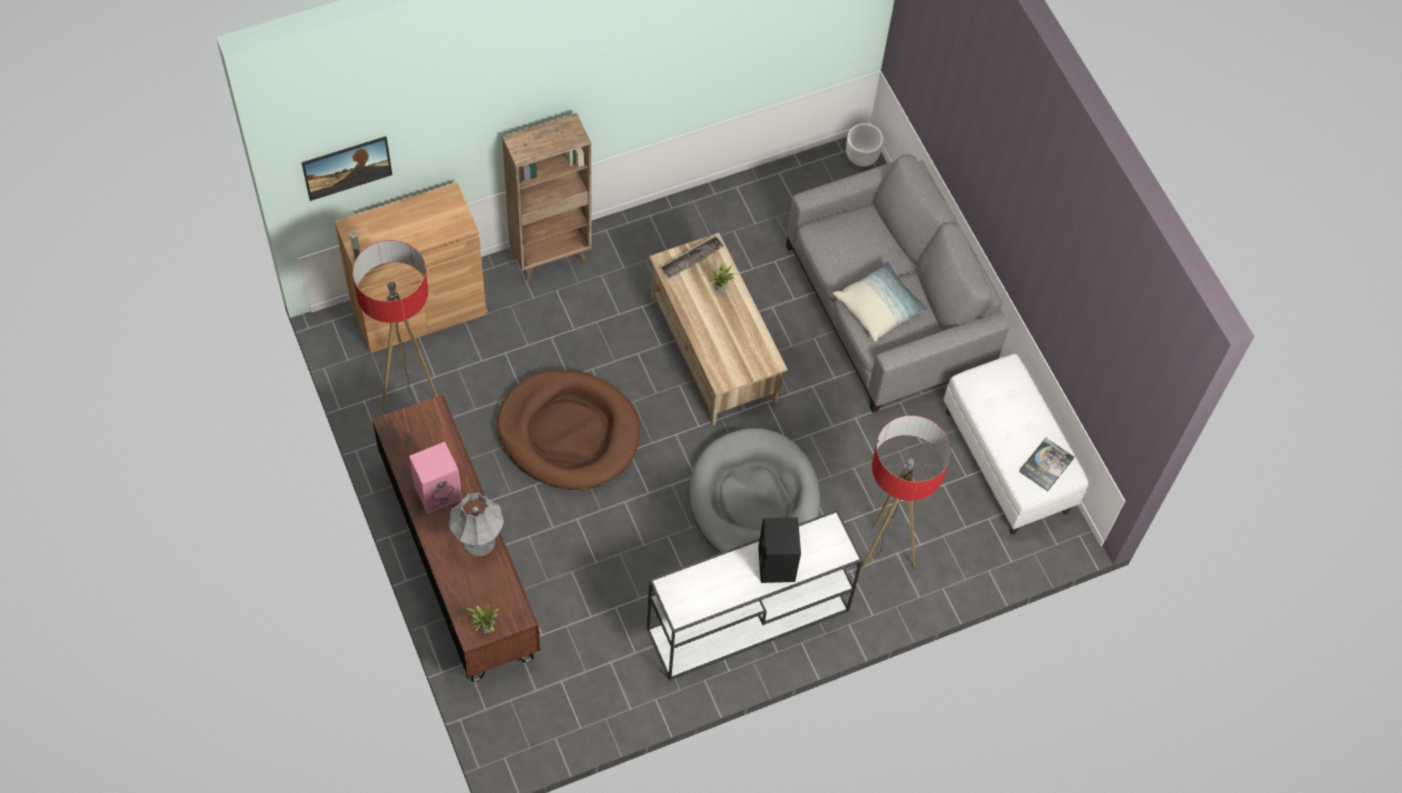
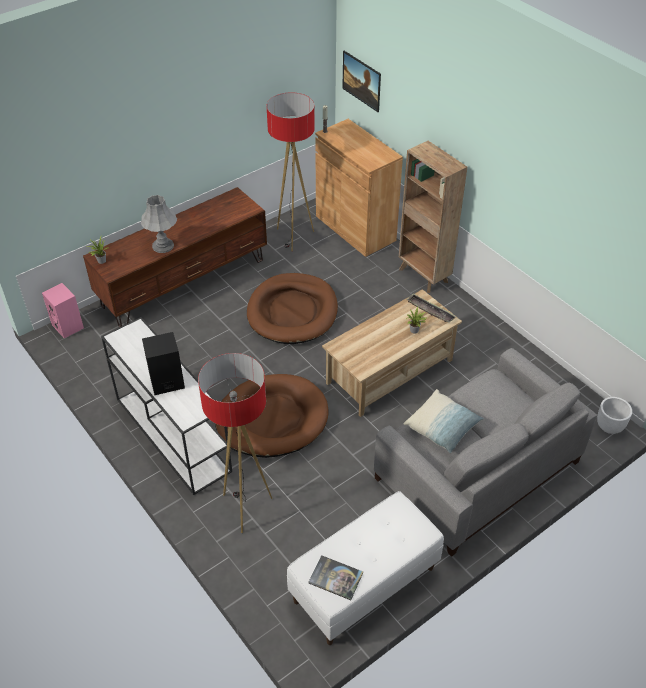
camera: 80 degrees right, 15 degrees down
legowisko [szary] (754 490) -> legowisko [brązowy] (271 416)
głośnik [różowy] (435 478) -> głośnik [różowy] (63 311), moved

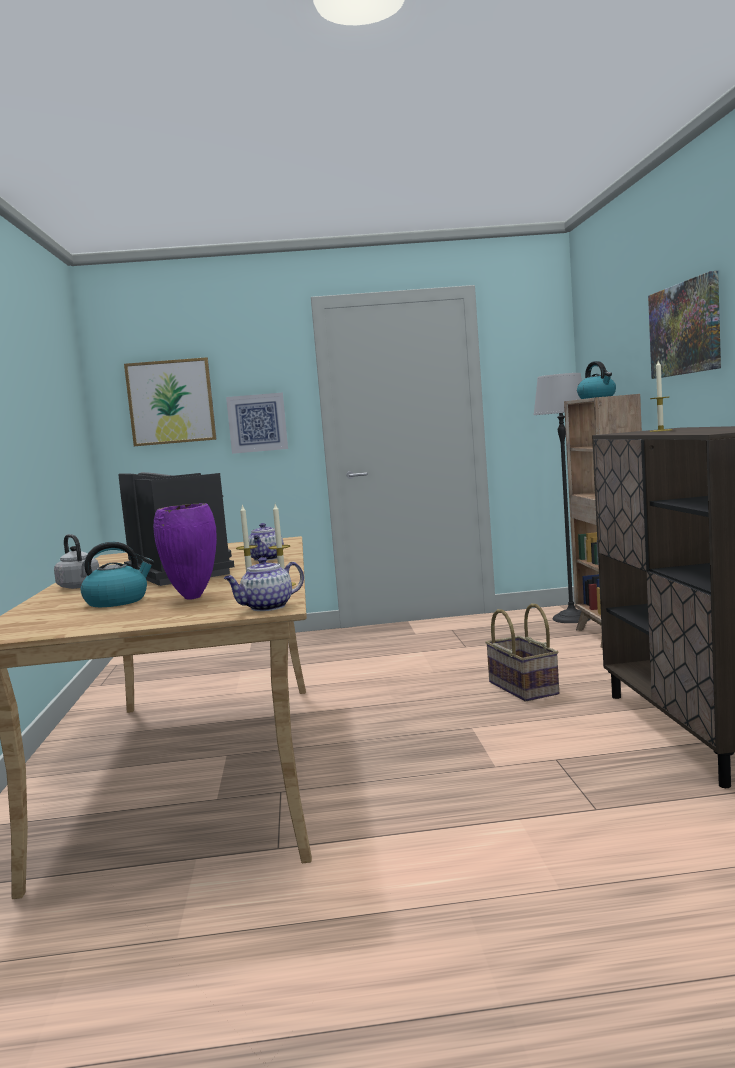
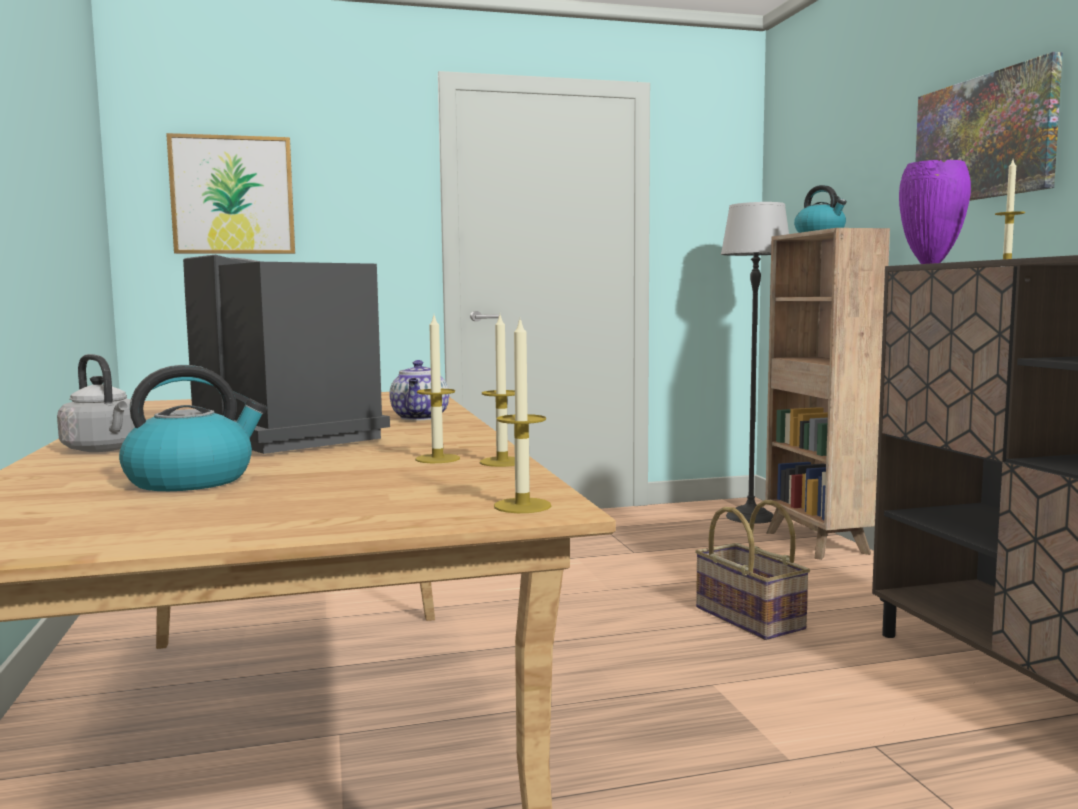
camera: 10 degrees left, 0 degrees up
obraz (257 423) -> none
wazon [fioletowy] (185 551) -> wazon [fioletowy] (935 212), moved
imbryk (264 584) -> świeca (522 416)

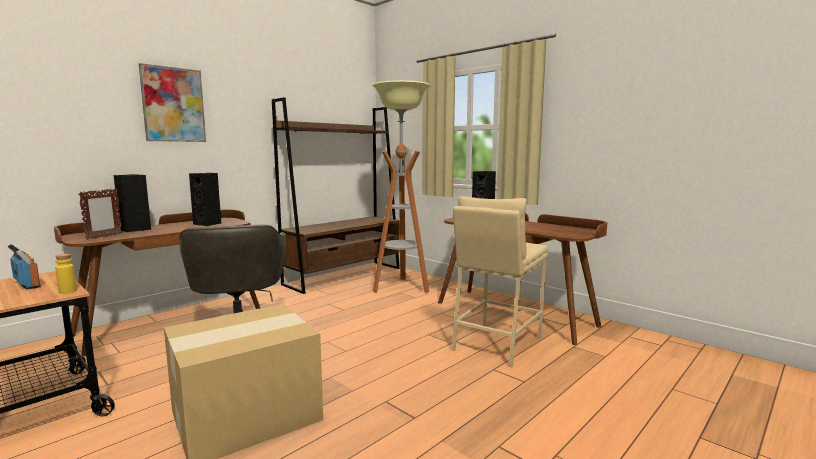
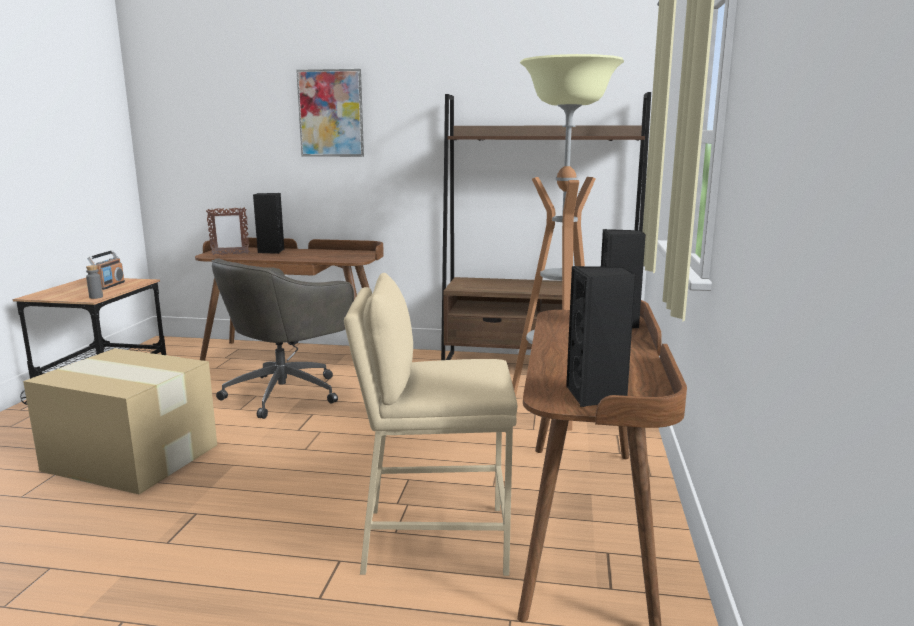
camera: 55 degrees right, 5 degrees up
głośnik [czarny] (205 199) -> głośnik [czarny] (601 336), moved
butelka [żółty] (66 274) -> butelka [szary] (94 282)

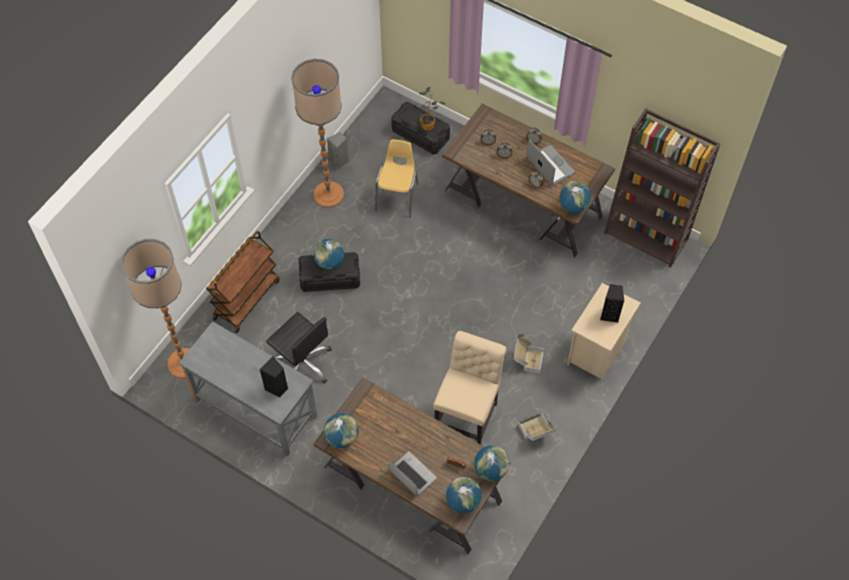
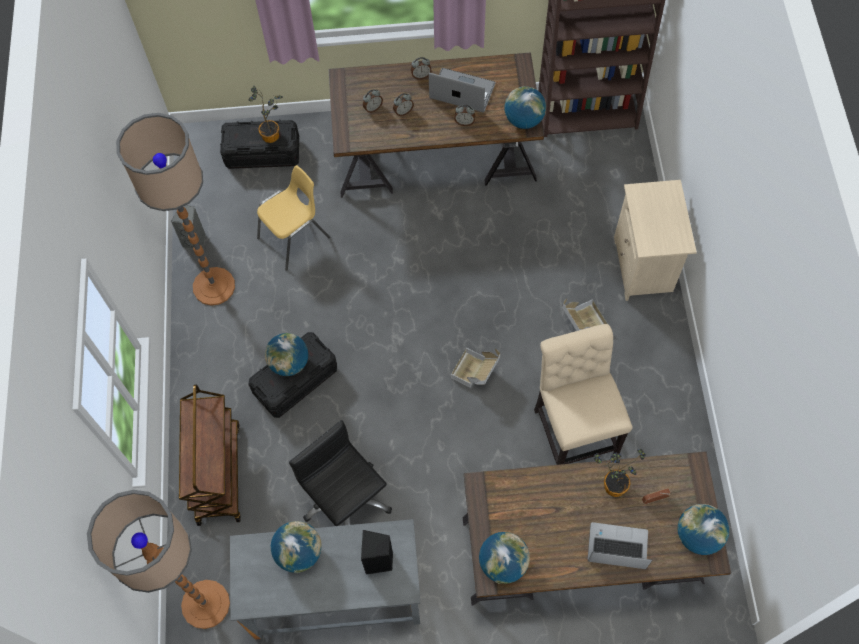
camera: 35 degrees left, 5 degrees up
krzesło [żółty] (396 178) -> krzesło [żółty] (293 218), 75 degrees clockwise
głośnik [czarny] (612 303) -> none
krzesło biurowe [czarny] (299 347) -> krzesło biurowe [czarny] (340 473), 135 degrees counterclockwise
karton (537 427) -> karton (475 368), moved
globus (491 463) -> globus (296 547), moved
none -> roślina doniczkowa (620 473)

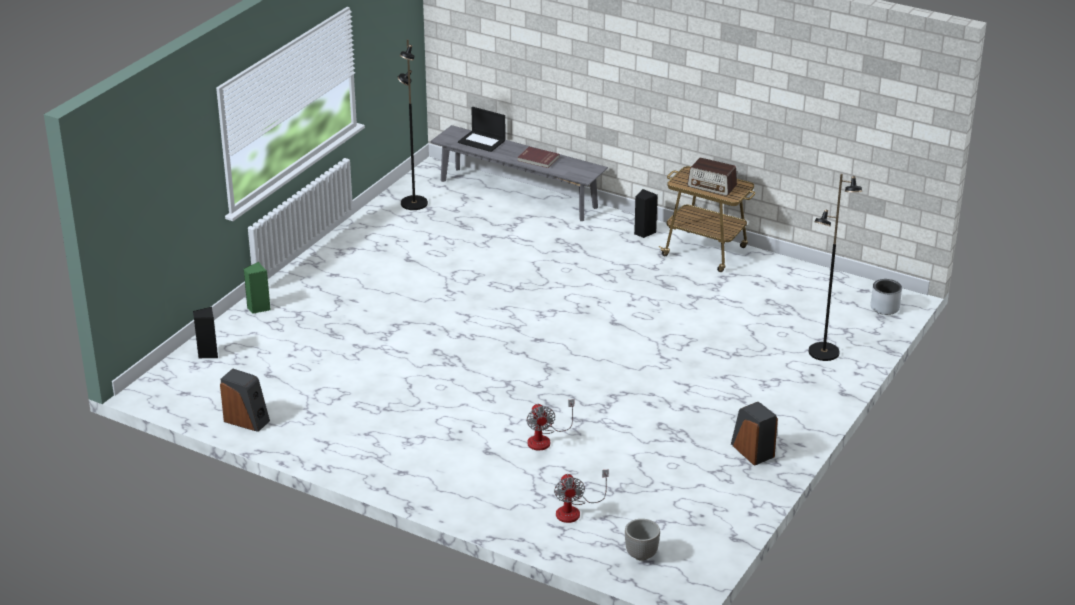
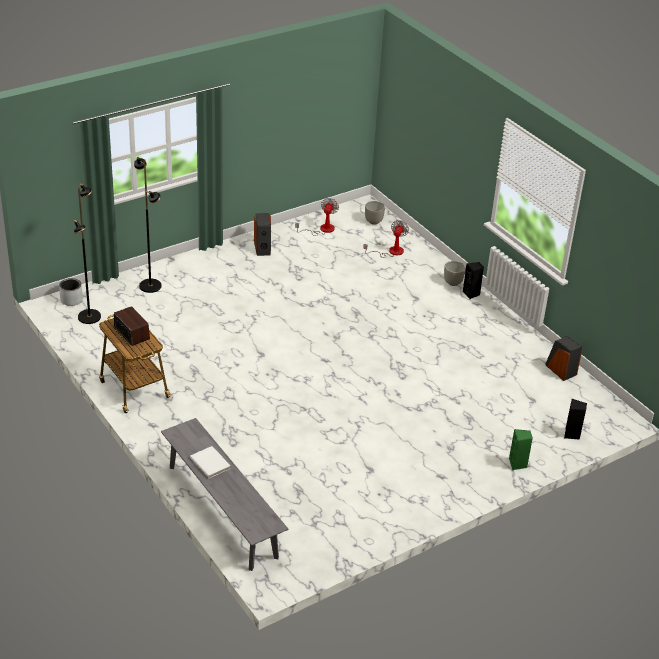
camera: 155 degrees left, 5 degrees up
lampa stojąca [czarny] (412 124) -> lampa stojąca [czarny] (87 253), moved
laptop (482 129) -> none
książka [czerwony] (538 157) -> książka [biały] (210 462)
głośnik [czarny] (646 213) -> głośnik [czarny] (473 280), moved
wentylator (550 424) -> wentylator (317 217), moved
none -> donica (455 273)

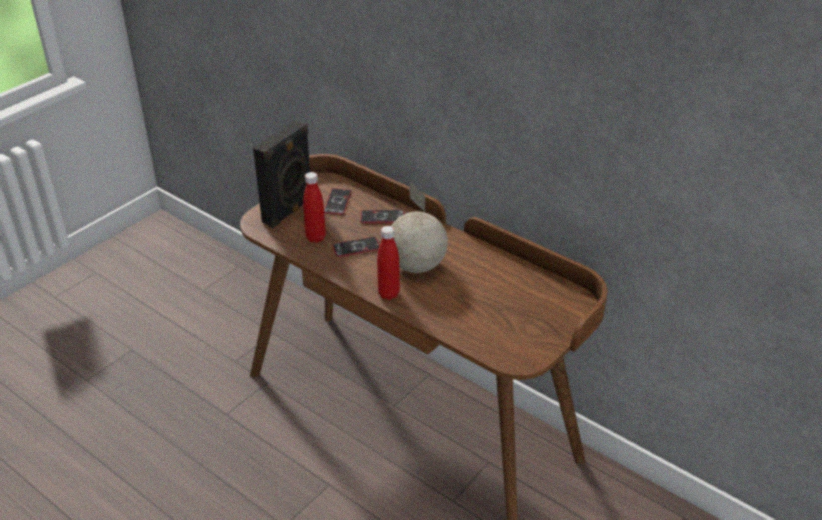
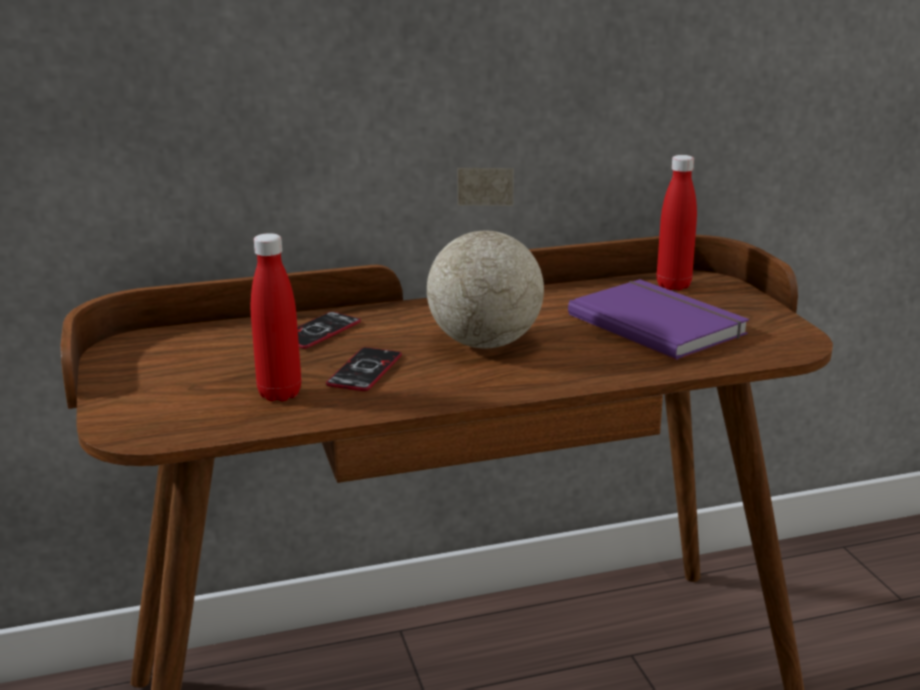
camera: 55 degrees left, 15 degrees down
głośnik [czarny] (281 174) -> none
telefon (337 202) -> none
butelka [czerwony] (388 263) -> butelka [czerwony] (677 223), moved
none -> książka [fioletowy] (658 319)

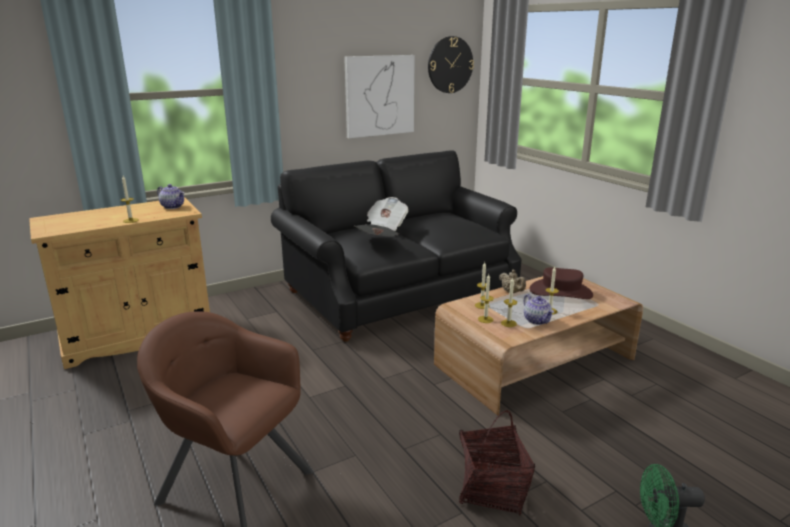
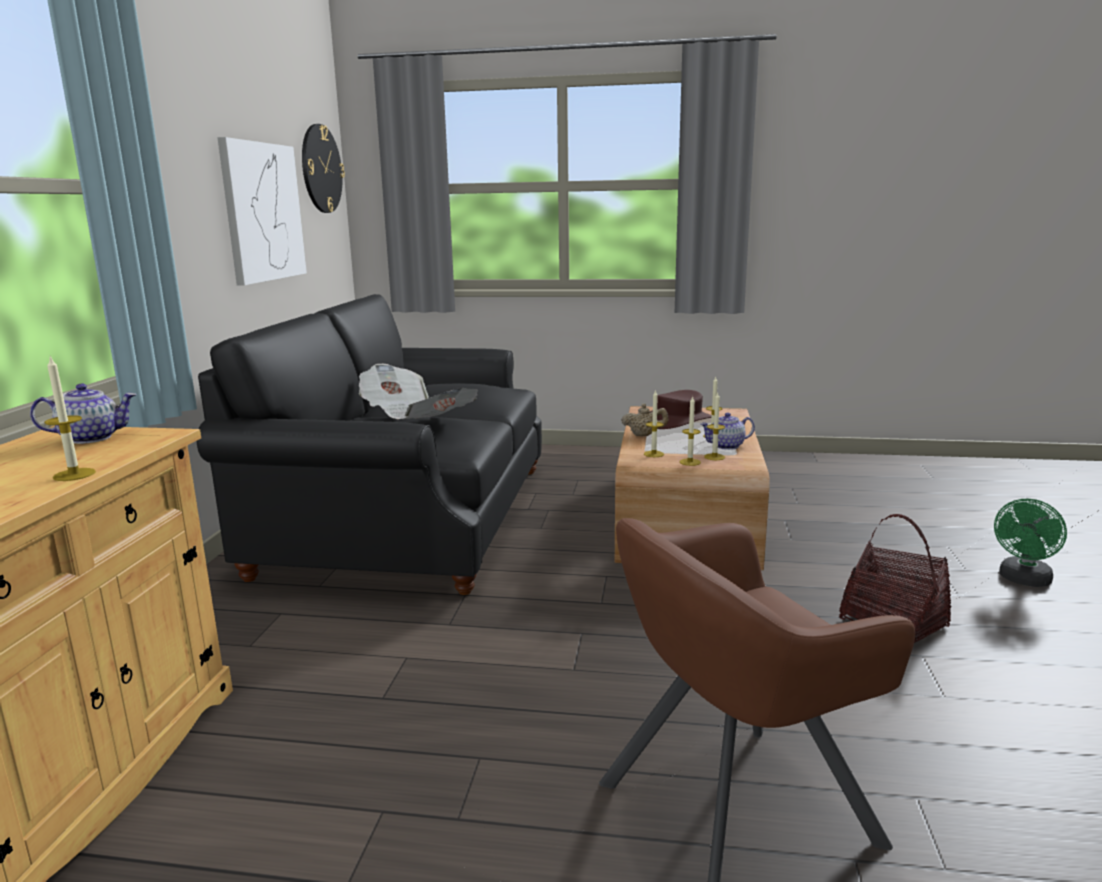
camera: 50 degrees left, 5 degrees down
imbryk (539 309) -> imbryk (728 431), 150 degrees clockwise

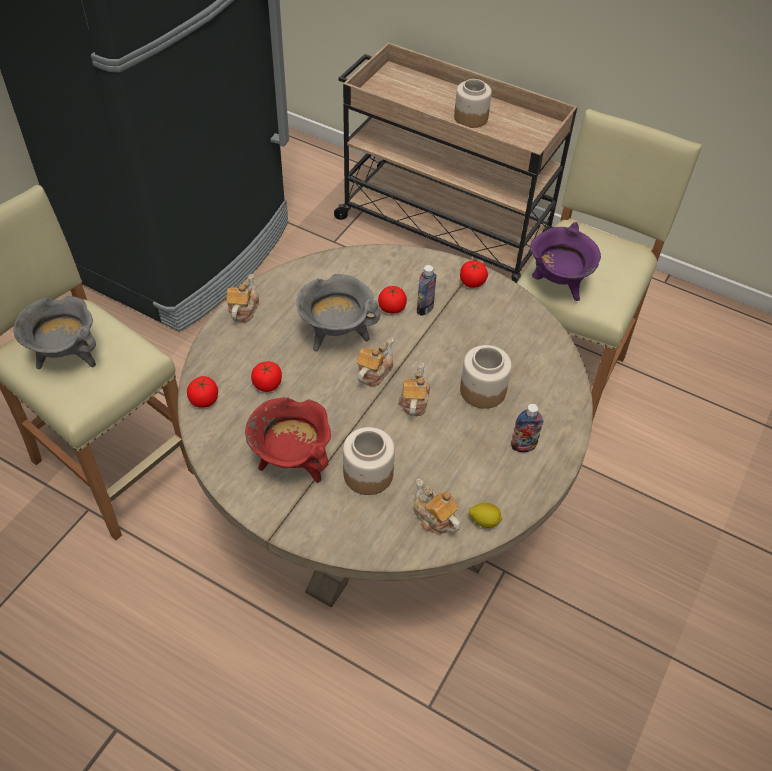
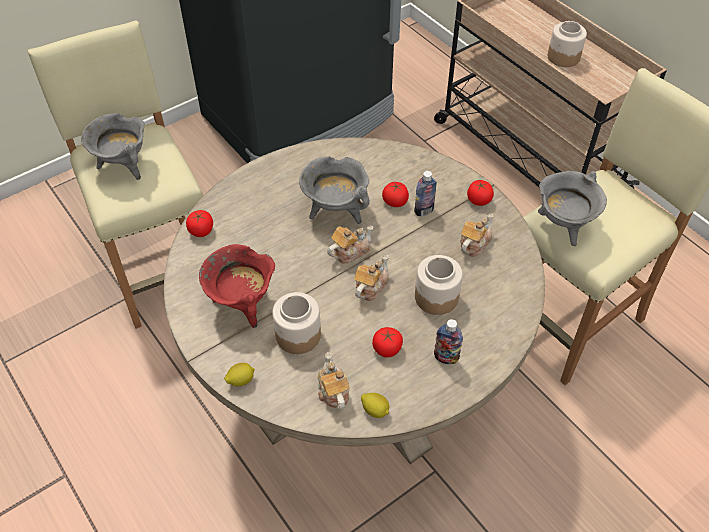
camera: 25 degrees right, 0 degrees up
garnek [fioletowy] (565 261) -> garnek [szary] (572 208)
imbryk (243 298) -> imbryk (476 235), moved
pomidor (266 376) -> pomidor (387 342), moved
none -> cytryna (239 374)

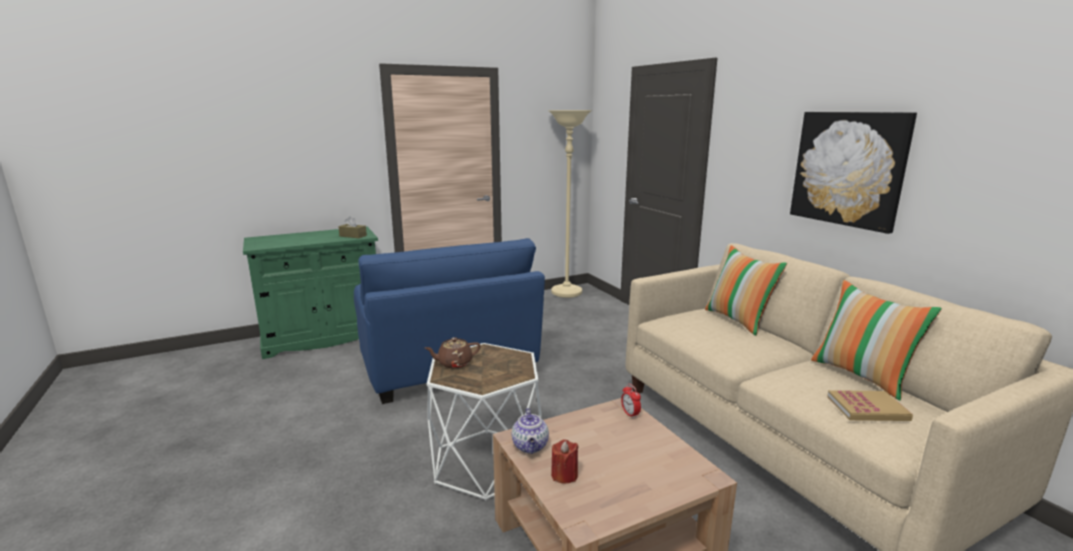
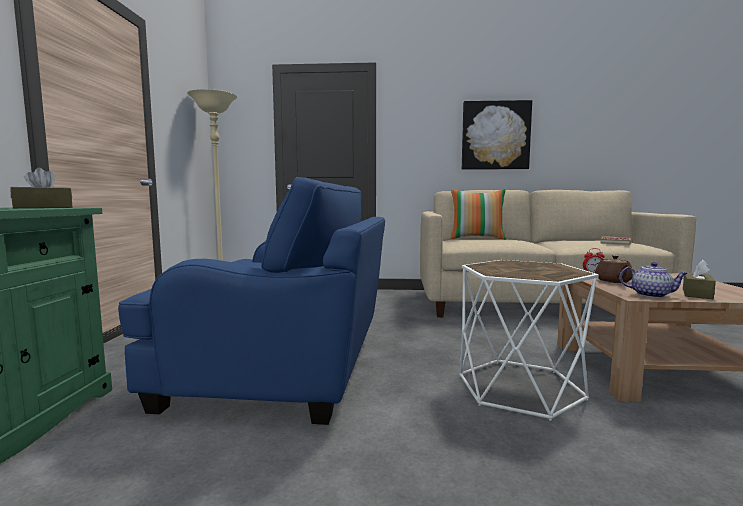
camera: 60 degrees left, 10 degrees down
poduszka (876 340) -> none
imbryk [brązowy] (452 353) -> imbryk [brązowy] (614 269), moved
świeca [czerwony] (565 461) -> pudełko chusteczek [brązowy] (699 279)

